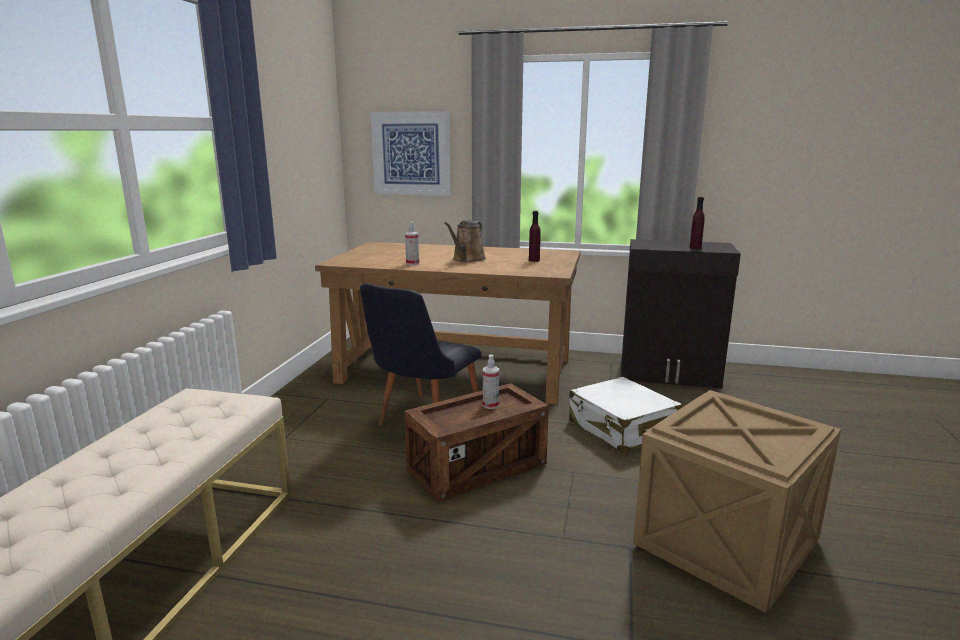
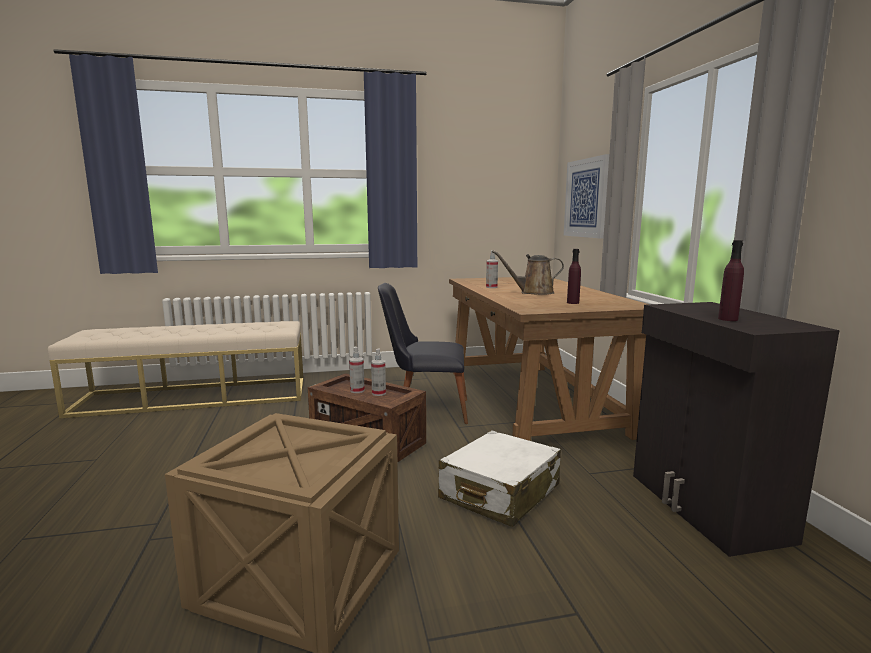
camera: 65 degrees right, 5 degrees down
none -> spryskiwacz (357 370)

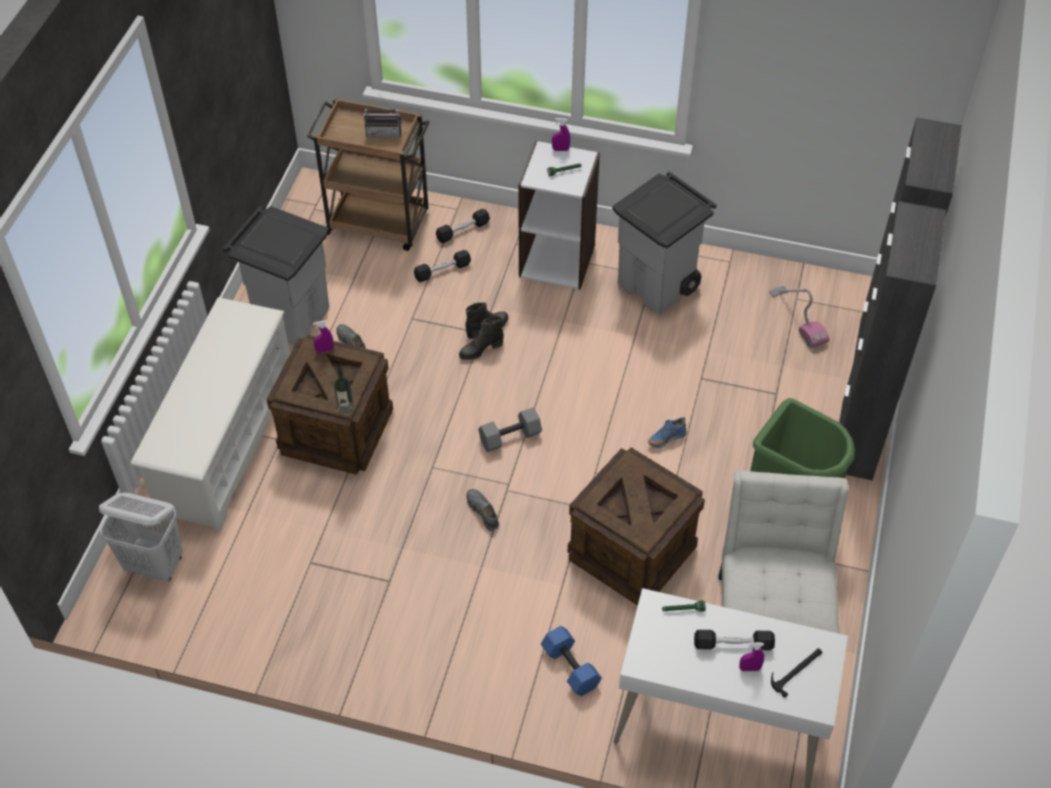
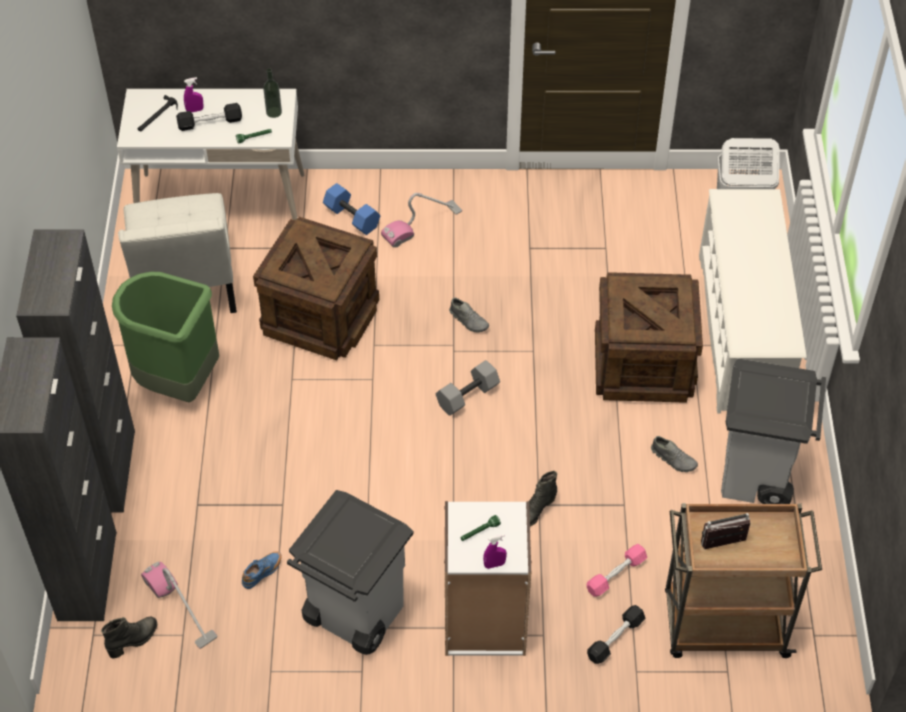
camera: 165 degrees right, 0 degrees up
hantel [czarny] (442 266) -> hantel [różowy] (617 570)
but z cholewką [czarny] (481 338) -> but z cholewką [czarny] (129 637), moved
spryskiwacz [fioletowy] (323 337) -> none
butelka (344 391) -> butelka (272 93), moved
but [niebieski] (667 432) -> but [niebieski] (262 570), moved
none -> odkurzacz (421 220)

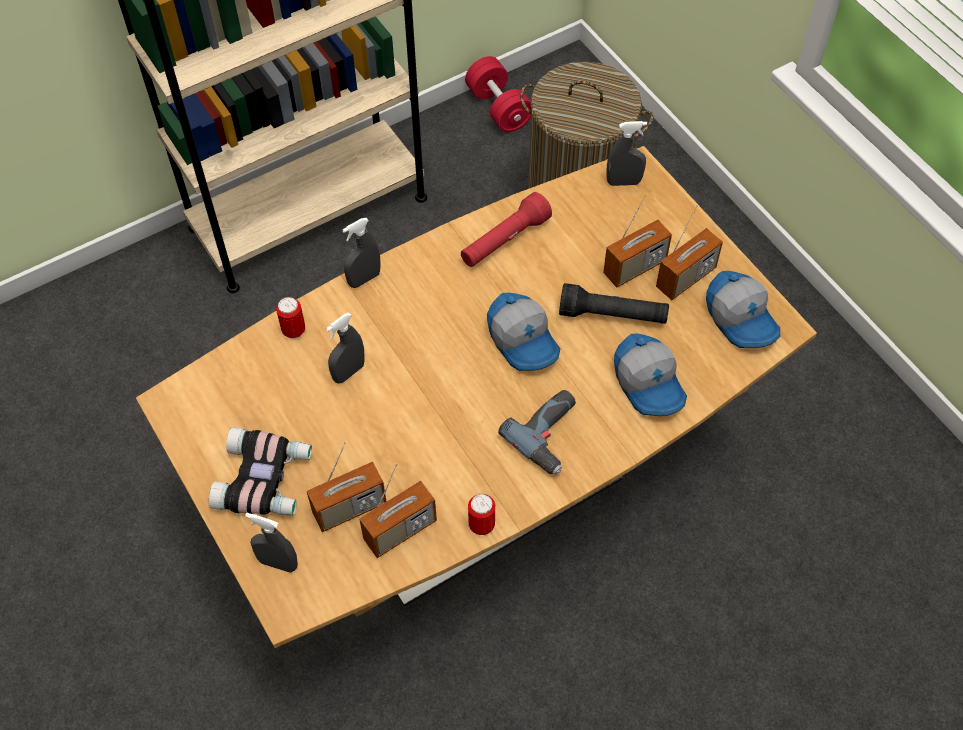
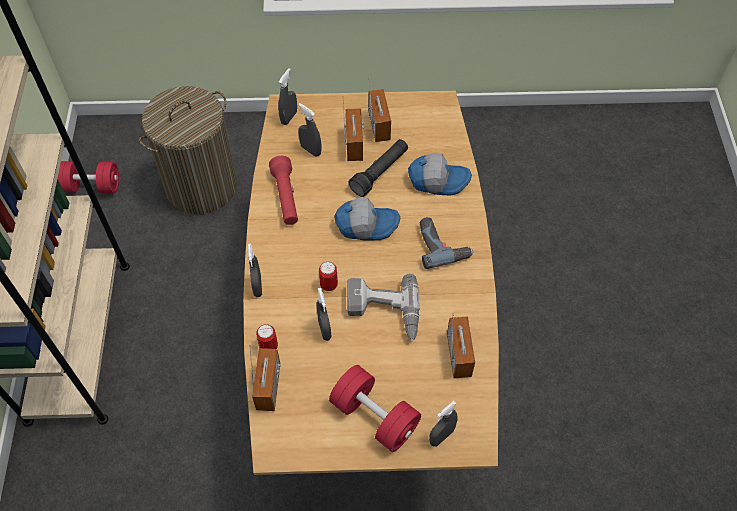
camera: 60 degrees left, 0 degrees up
czapka z daszkiem (743 309) -> none
lornetka (260 471) -> hantel [czerwony] (375 408)
radio (346 486) -> radio (264 378), moved
puszka (481 514) -> puszka (328 276), moved
none -> spryskiwacz [szary] (309 130)
none -> wiertarka (383 307)

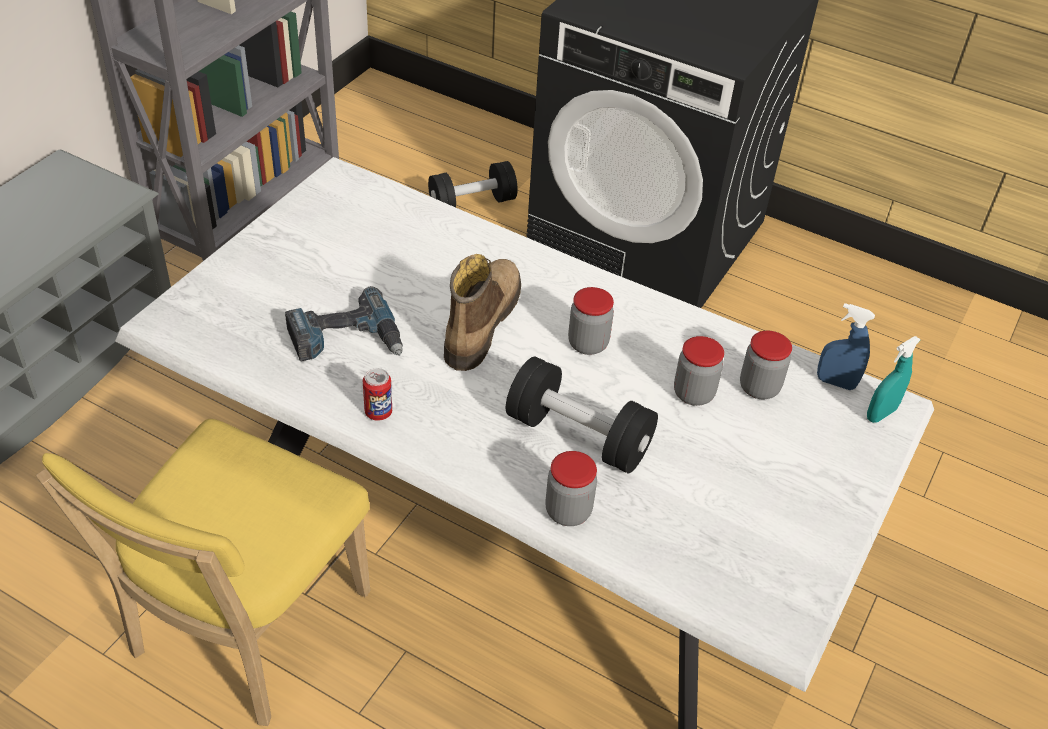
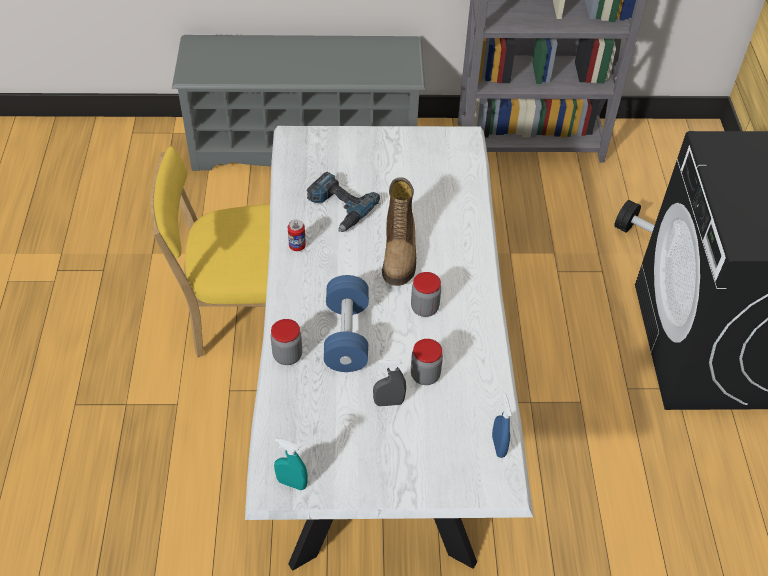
camera: 60 degrees right, 5 degrees up
but z cholewką (482 312) -> but z cholewką (399 231), 105 degrees clockwise
słoik (766 365) -> none
spryskiwacz [turkusowy] (894 379) -> spryskiwacz [turkusowy] (291 464), moved
hantel [czarny] (582 415) -> hantel [niebieski] (346 323)
none -> spryskiwacz [szary] (389 382)

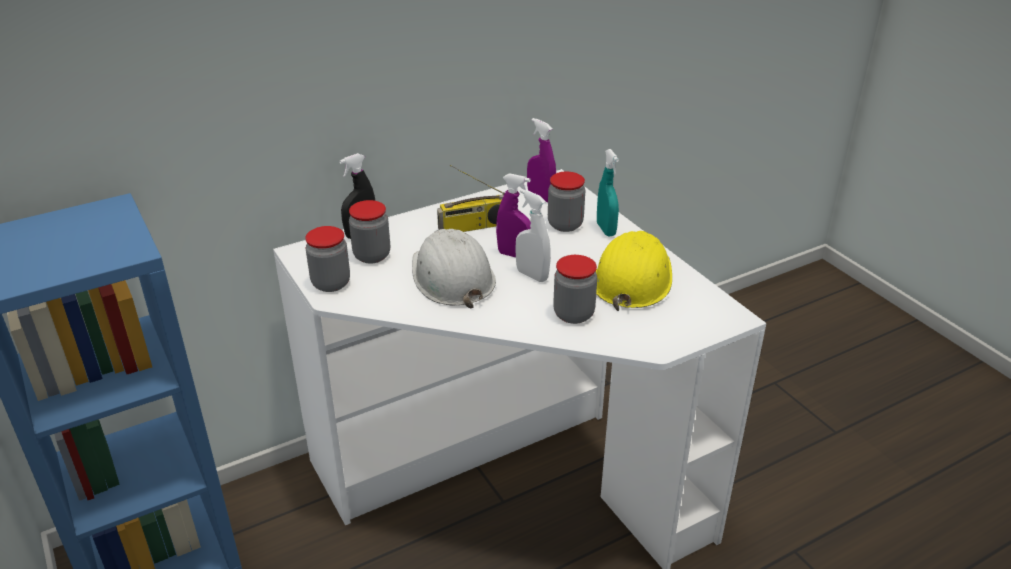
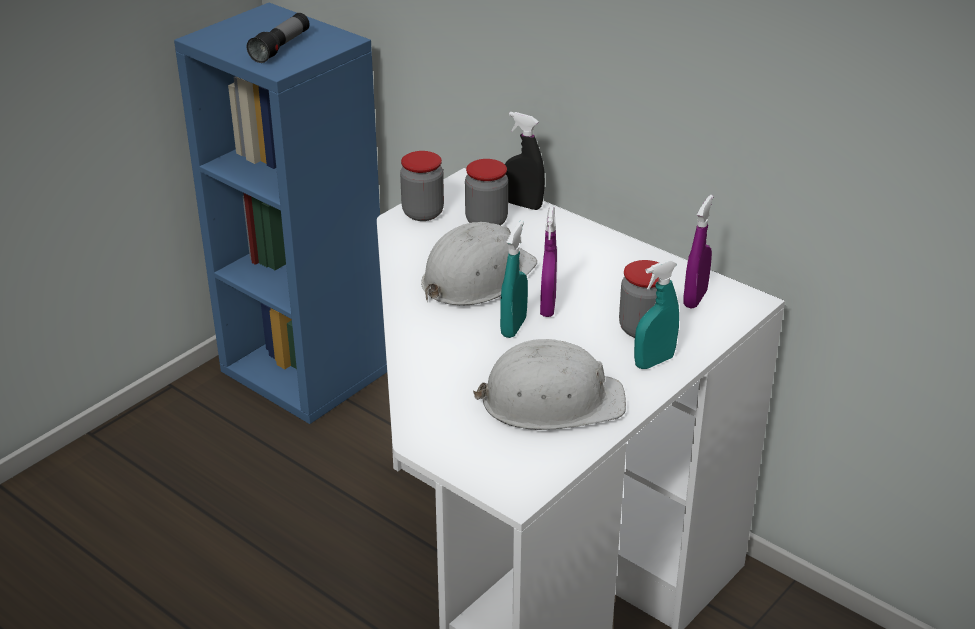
camera: 70 degrees right, 0 degrees up
radio (471 198) -> none
spryskiwacz [biały] (533 235) -> spryskiwacz [turkusowy] (514 279)
kask [żółty] (633 271) -> kask [biały] (549 384)
słoik (575 289) -> none
none -> latarka (278 38)

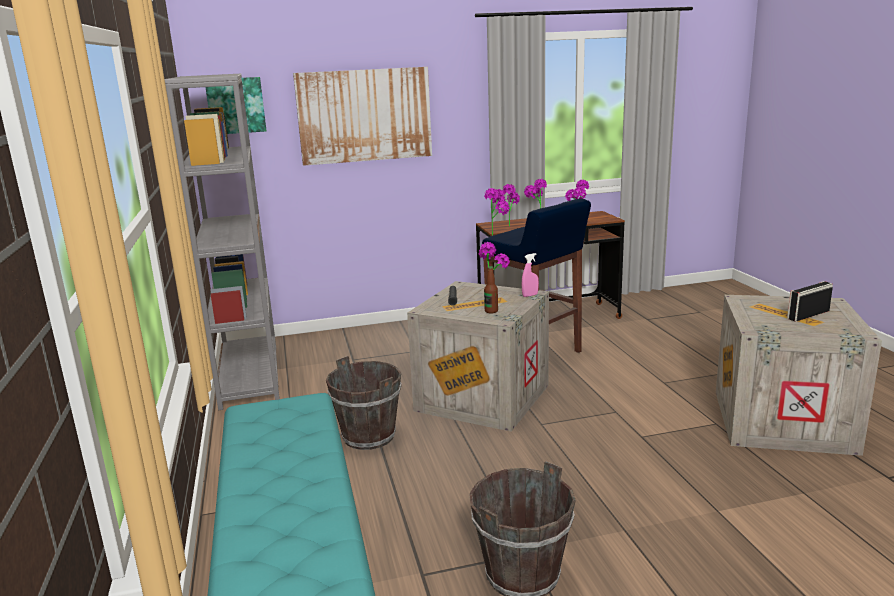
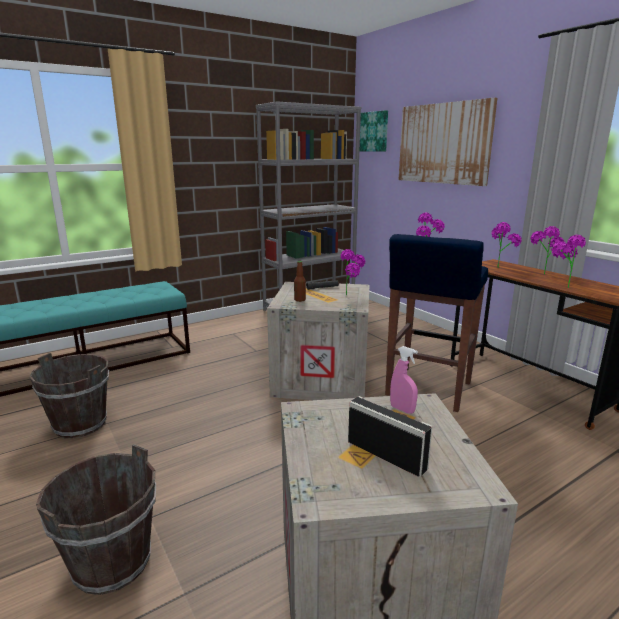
camera: 70 degrees right, 0 degrees up
spryskiwacz [różowy] (530 275) -> spryskiwacz [różowy] (404 380), moved
wiadro [brązowy] (364 403) -> wiadro [brązowy] (96 519), moved

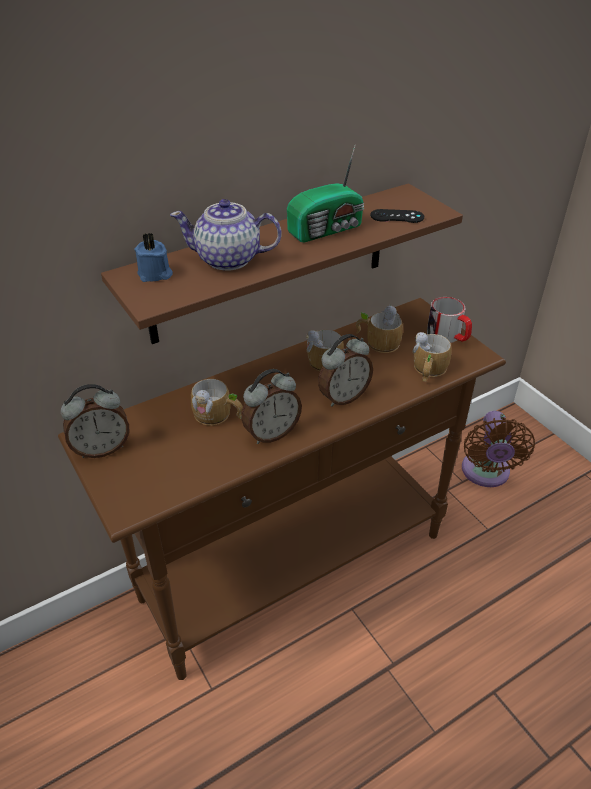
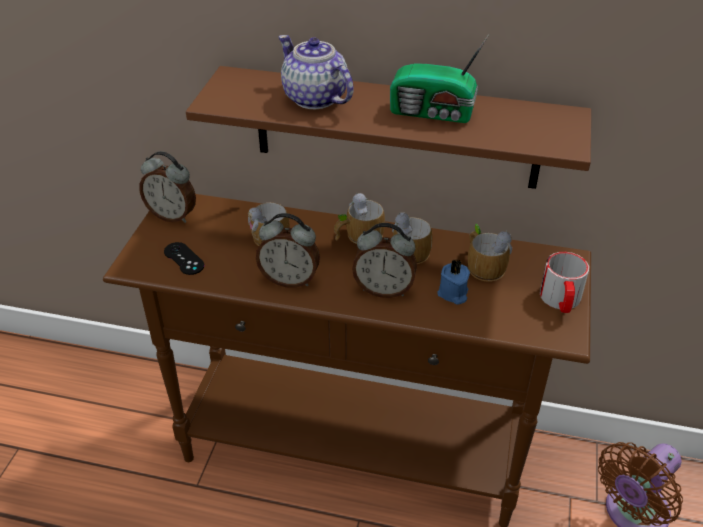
camera: 45 degrees right, 0 degrees up
pad do gier [czarny] (397 216) -> pad do gier [czarny] (184 258), moved
świeca [niebieski] (154 257) -> świeca [niebieski] (453 281), moved
kubek (432 357) -> kubek (359 218), moved

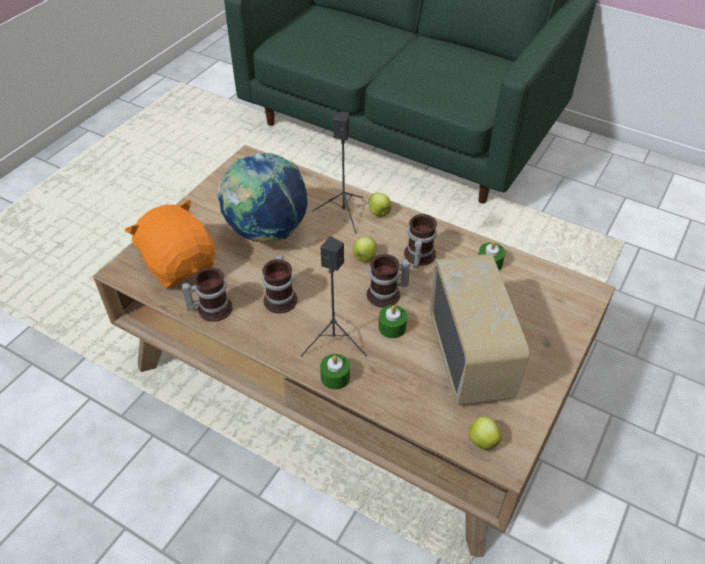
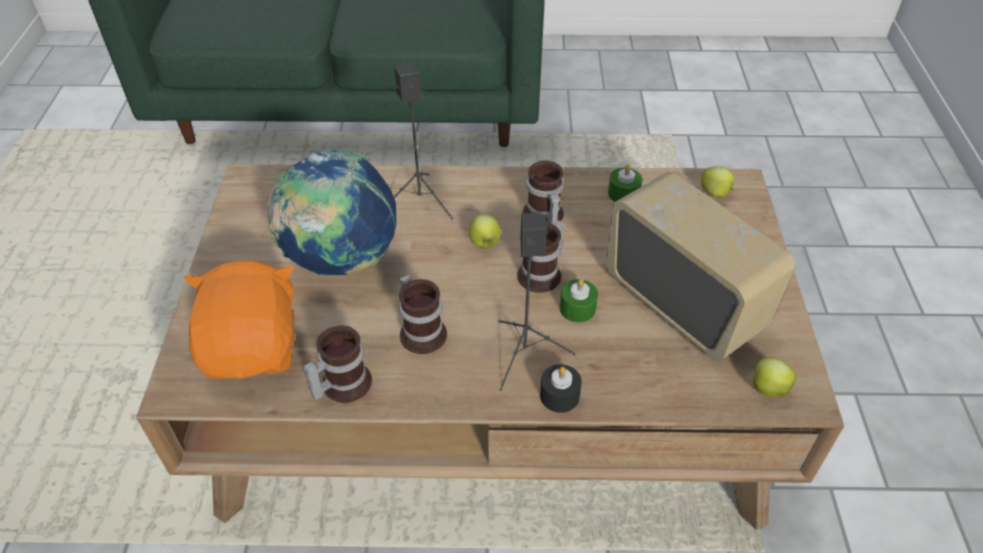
camera: 30 degrees left, 0 degrees up
jabłko (380 205) -> jabłko (718 181), moved
pluszak [pomarańczowy] (170 244) -> pluszak [pomarańczowy] (239 319), 60 degrees clockwise
świeca [zielony] (335 372) -> świeca [czarny] (561 388)

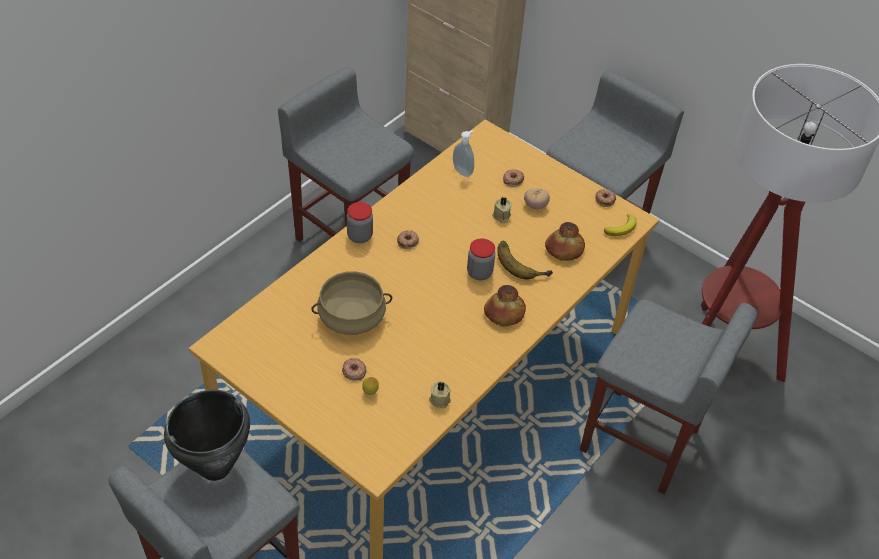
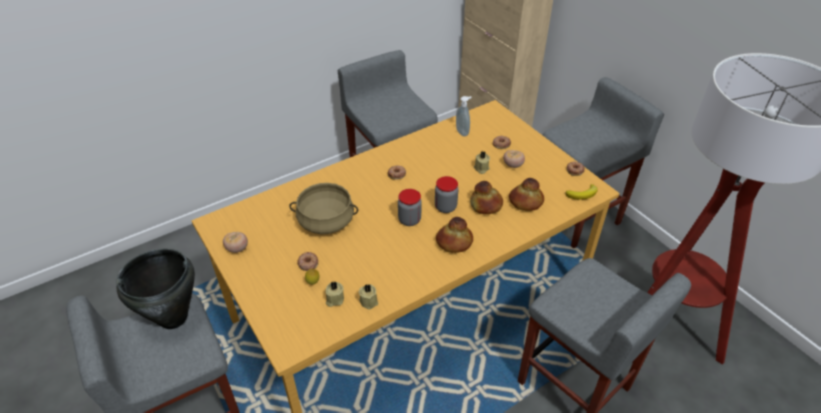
camera: 20 degrees right, 5 degrees down
słoik (360 222) -> słoik (410 207), moved
banan (525 260) -> chleb (486 197)
none -> pomidor (235 242)
none -> świeca [beżowy] (335 294)

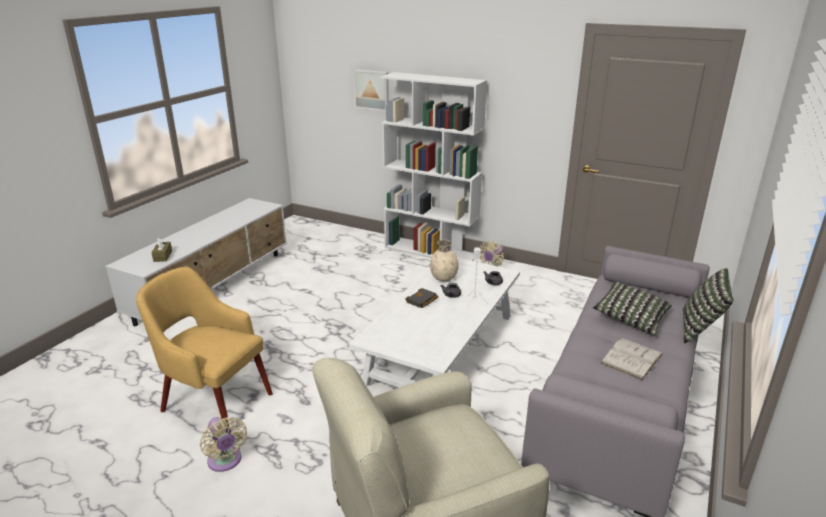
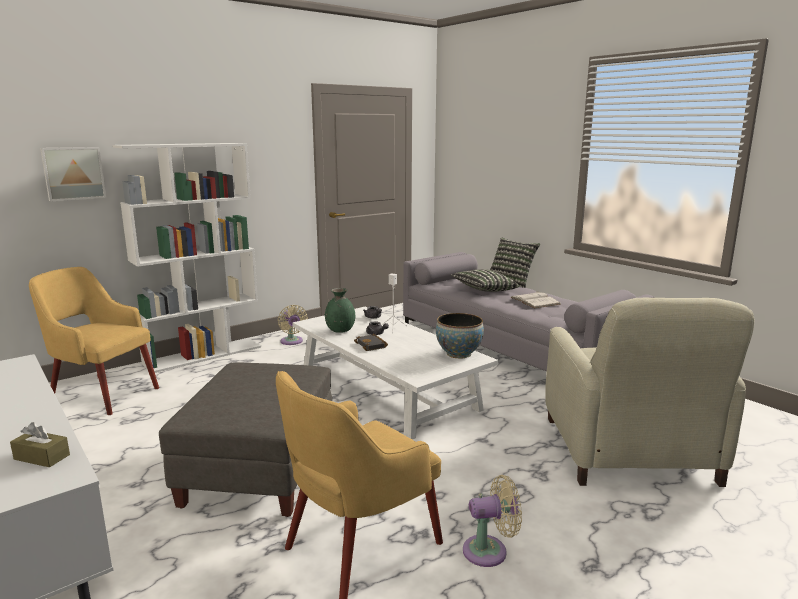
camera: 65 degrees left, 10 degrees down
wazon [beżowy] (444 260) -> wazon [zielony] (340 310)
none -> fotel [żółty] (94 341)
none -> miska (460 335)
none -> pufa [szary] (245 439)

